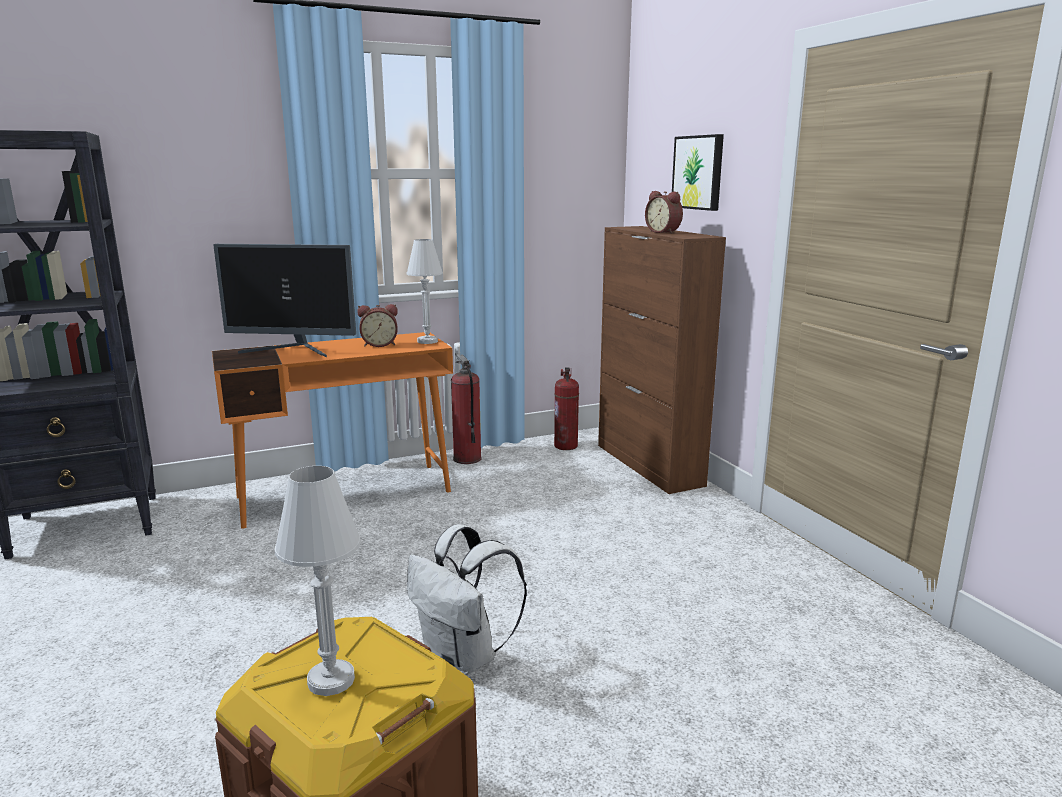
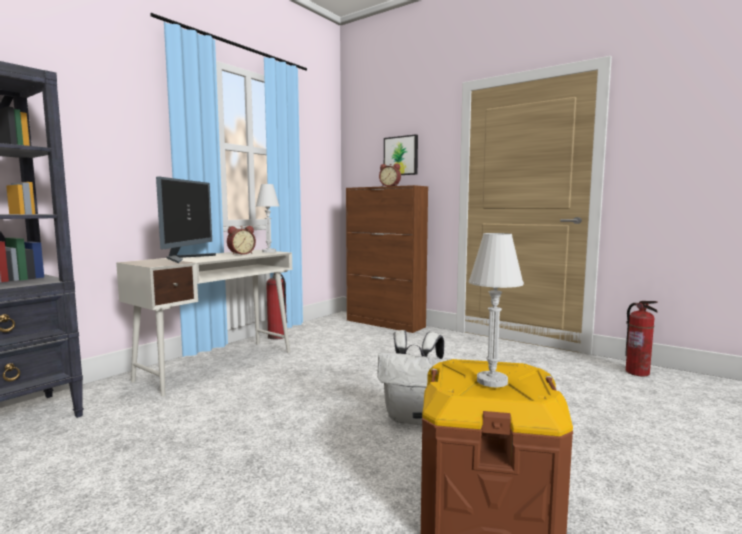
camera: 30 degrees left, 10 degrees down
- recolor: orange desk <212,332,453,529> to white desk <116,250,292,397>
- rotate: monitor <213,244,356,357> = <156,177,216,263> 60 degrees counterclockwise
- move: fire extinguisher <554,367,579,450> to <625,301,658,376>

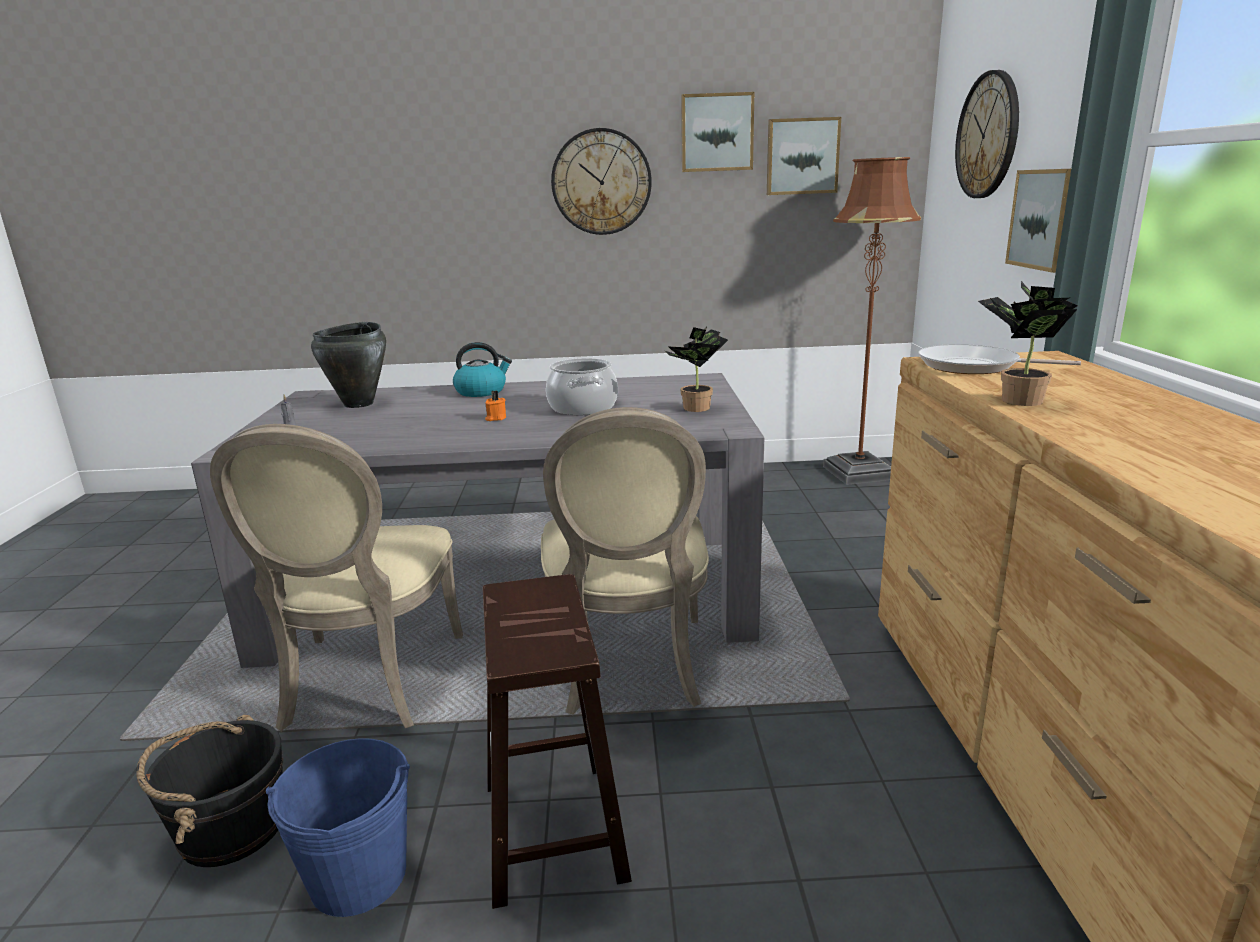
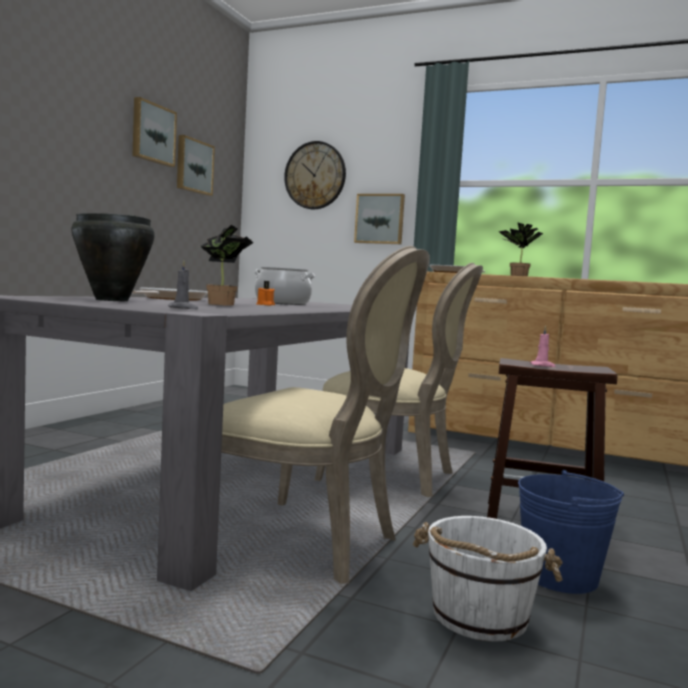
camera: 65 degrees left, 15 degrees down
- replace: kettle <453,342,512,397> to frying pan <132,288,208,300>
- move: potted plant <665,327,728,412> to <200,225,253,306>
- recolor: black bucket <136,715,283,867> to white bucket <413,516,562,642>
- insert: pink candle <530,326,556,367>
- delete: wall clock <551,128,652,235>
- delete: brown floor lamp <823,157,921,485>

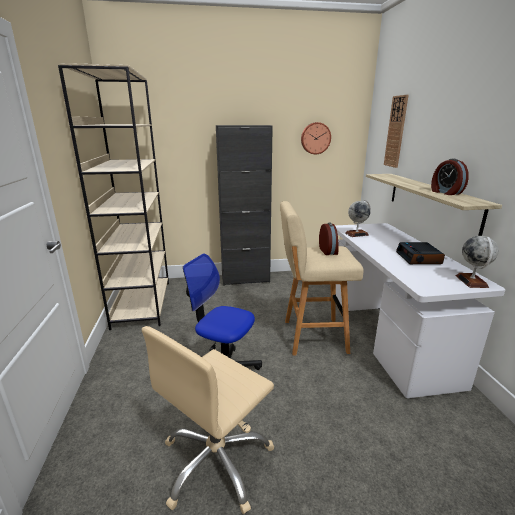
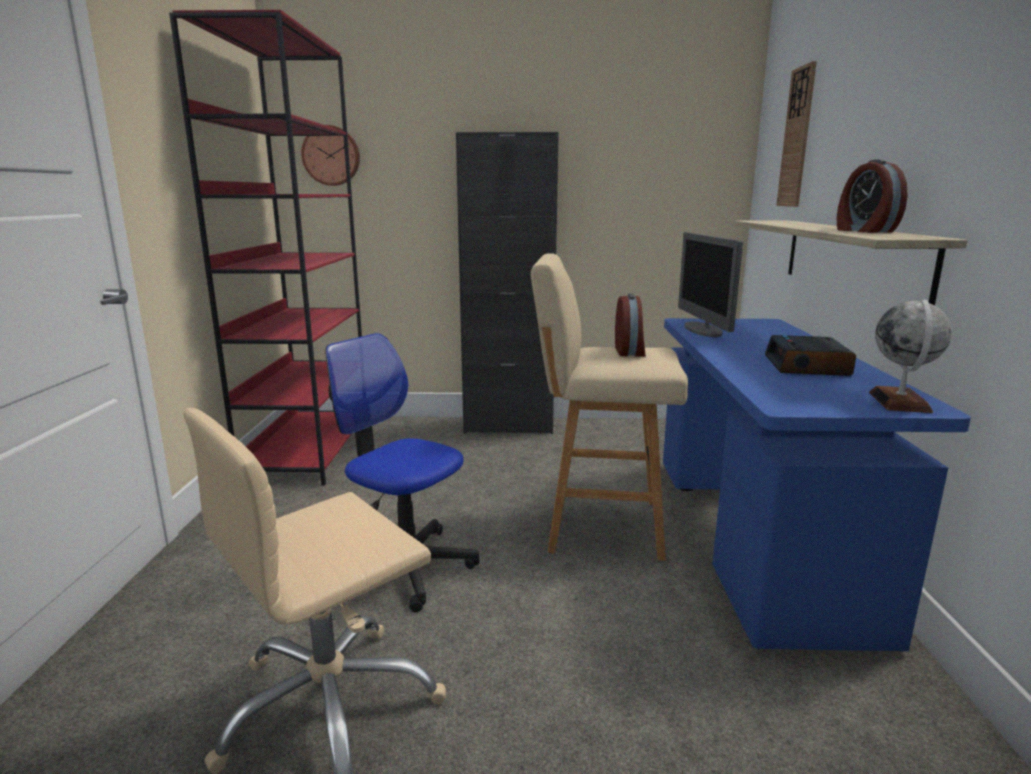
camera: 10 degrees right, 5 degrees down
- recolor: beige bookcase <58,63,169,330> to red bookcase <169,10,362,486>
- move: wall clock <301,122,331,154> to <301,125,360,186>
- recolor: white desk <335,223,506,398> to blue desk <663,318,971,651>
- replace: globe <345,200,371,237> to monitor <678,232,743,337>

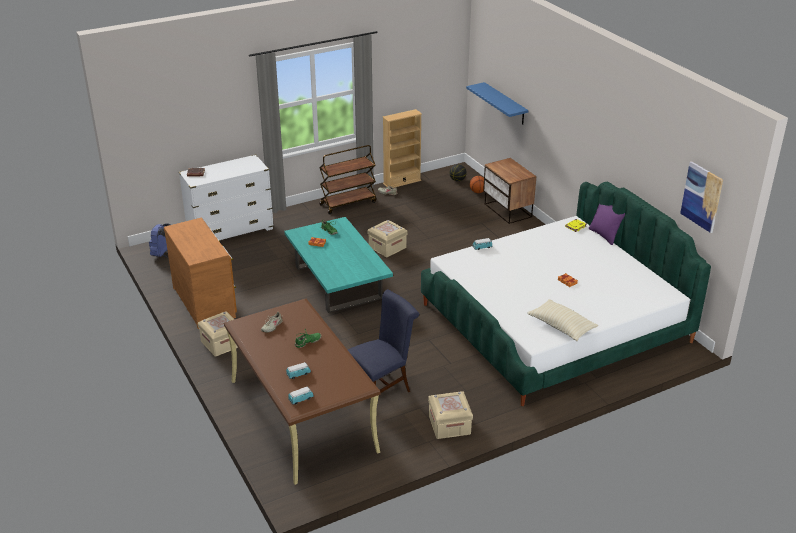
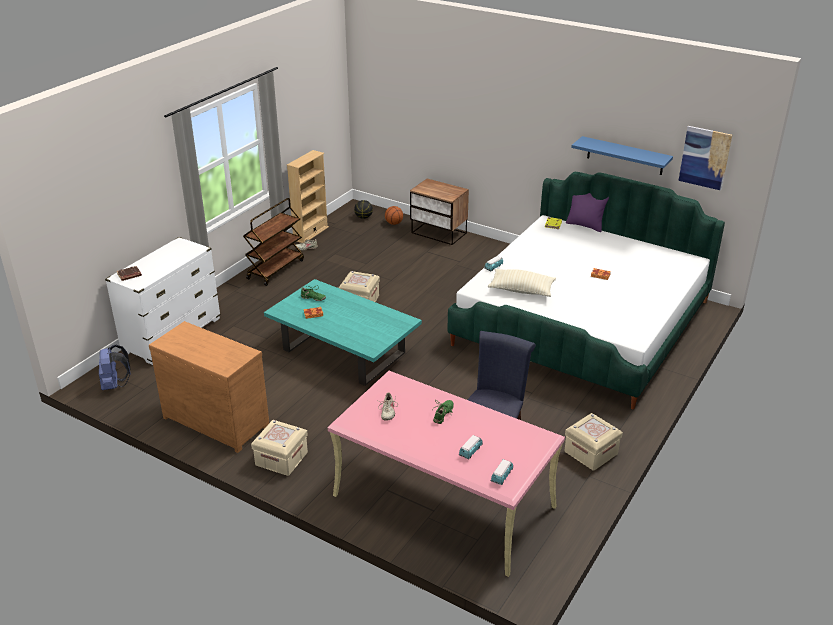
camera: 30 degrees left, 0 degrees up
- recolor: brown desk <224,299,380,485> to pink desk <328,371,565,577>
- move: beige pillow <527,299,598,341> to <488,269,556,297>
- move: blue shelf <466,82,528,125> to <571,136,673,175>

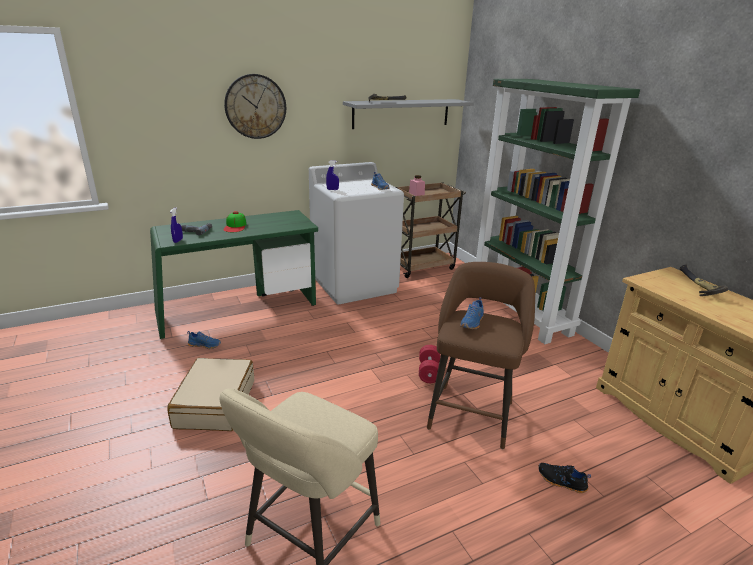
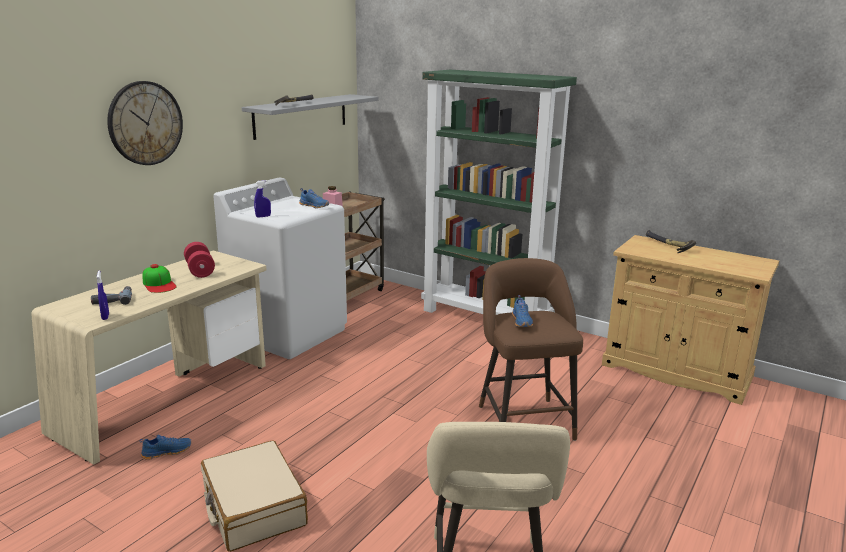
camera: 30 degrees left, 5 degrees down
- recolor: green desk <150,210,318,339> to beige desk <31,250,267,465>
- move: red dumbbell <419,345,440,383> to <184,242,215,278>
- delete: black shoe <538,463,591,493>

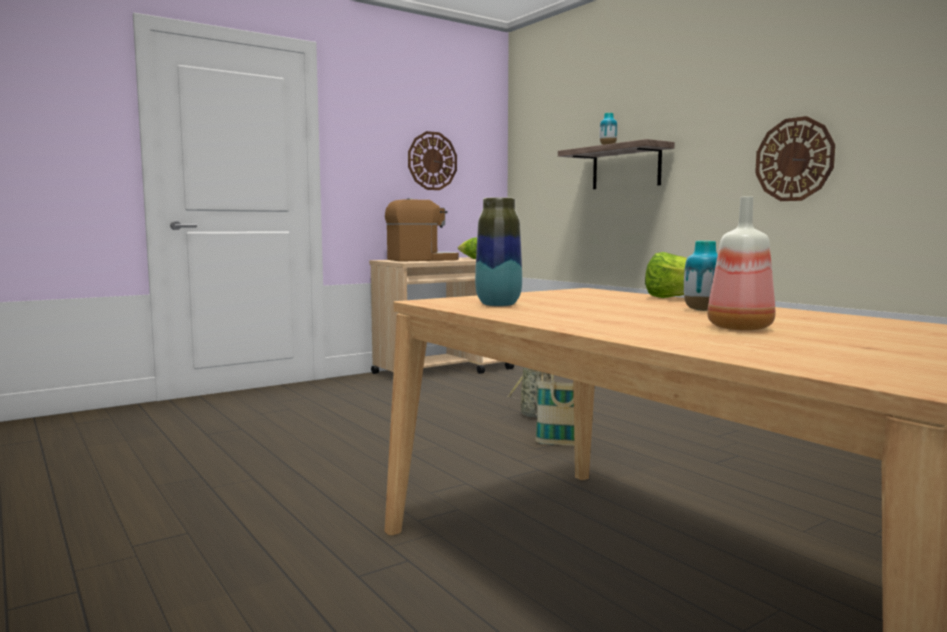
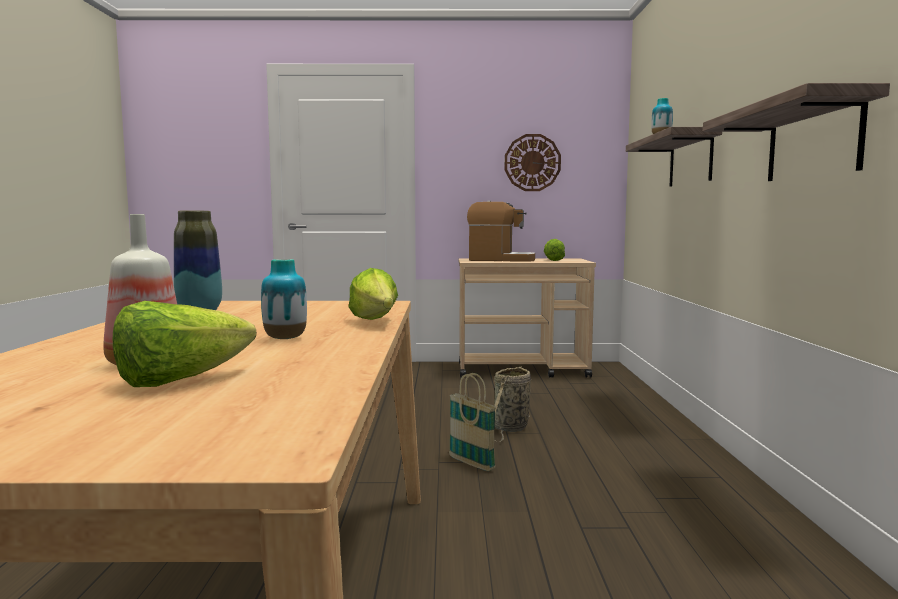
camera: 35 degrees right, 0 degrees up
- insert: lettuce <113,301,256,387>
- replace: wall clock <755,116,835,201> to shelf <703,83,890,181>

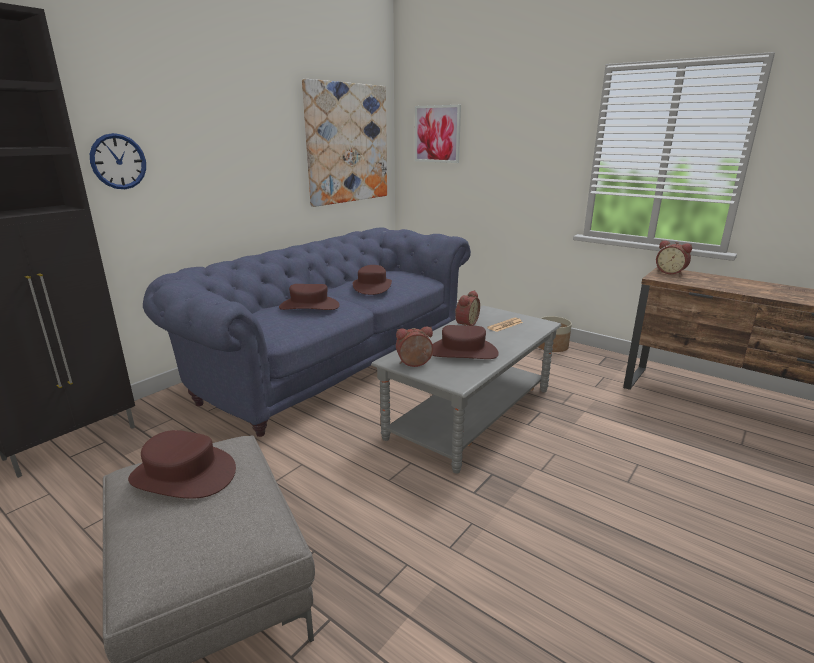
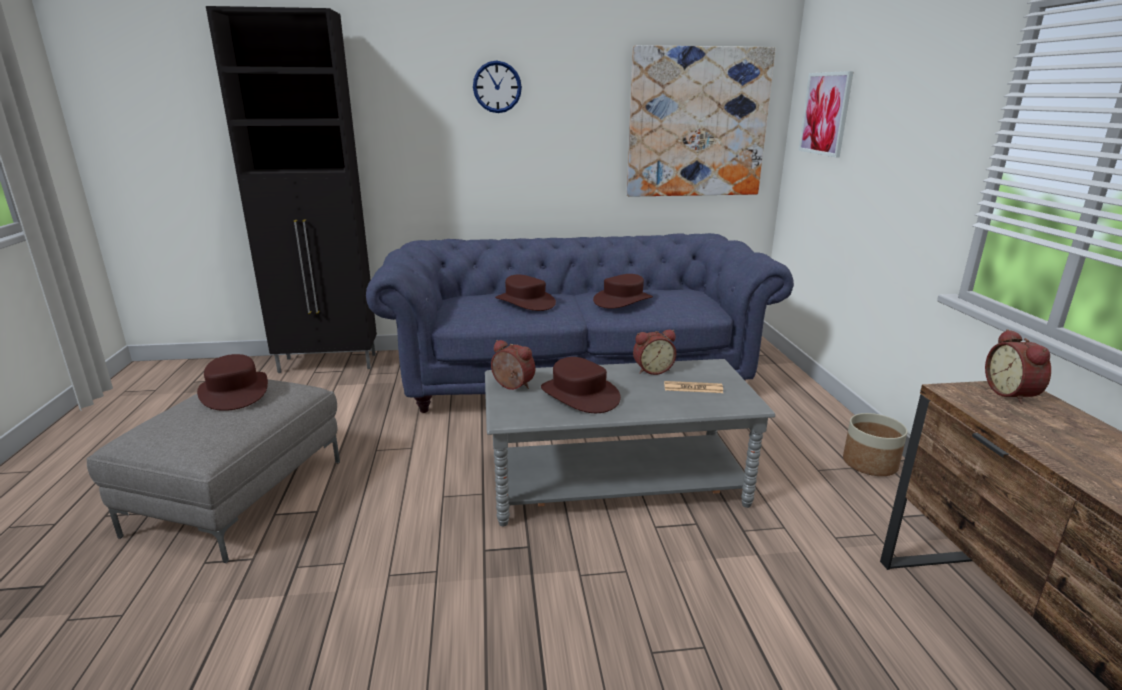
camera: 45 degrees right, 0 degrees up
- move: wall clock <90,133,146,189> to <473,60,522,113>

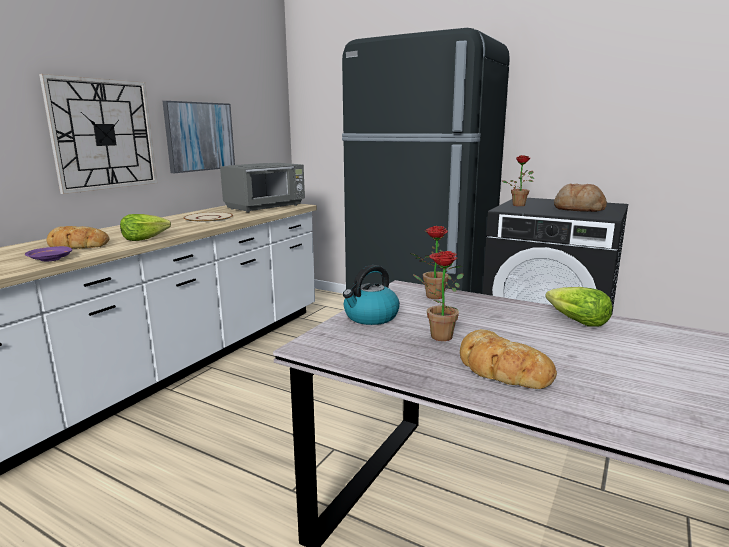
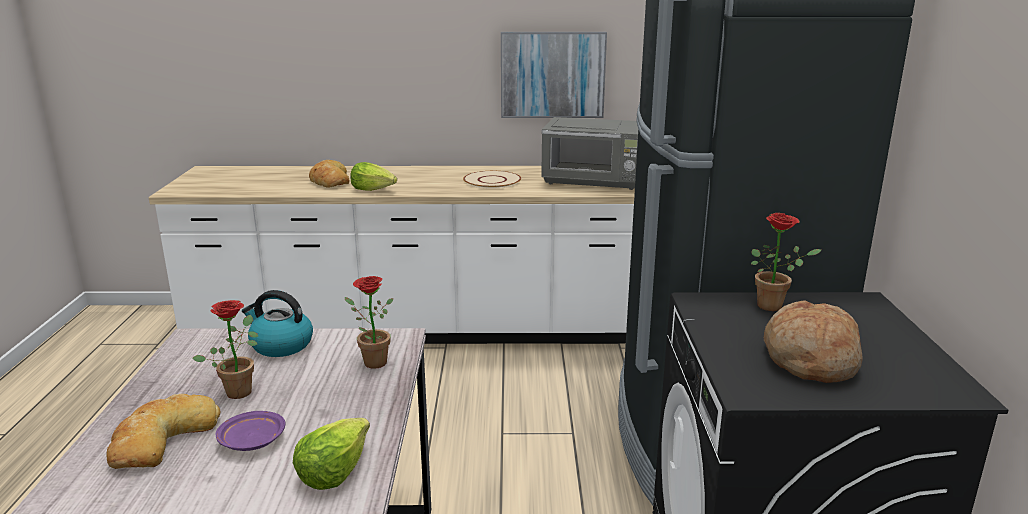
camera: 60 degrees right, 5 degrees up
- move: purple plate <25,246,72,261> to <215,411,285,451>
- delete: wall clock <39,74,158,194>

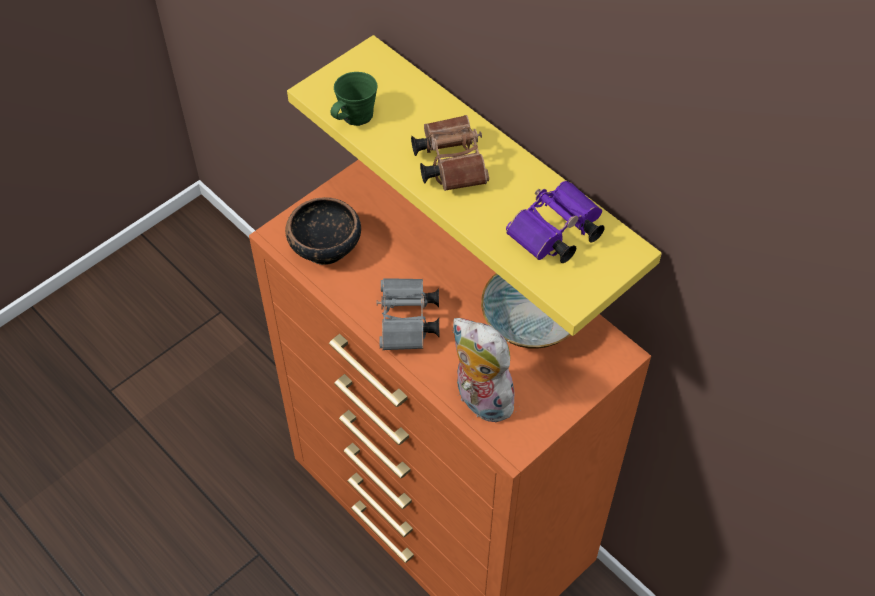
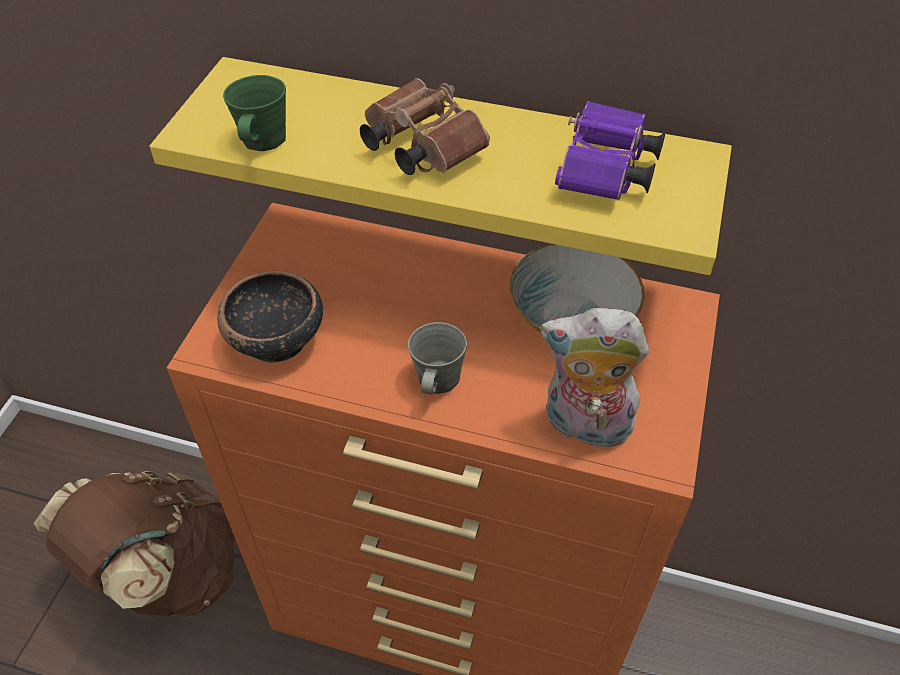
camera: 30 degrees left, 5 degrees down
- insert: brown backpack <33,471,235,616>
- replace: grey binoculars <377,278,439,351> to grey mug <408,322,467,394>

